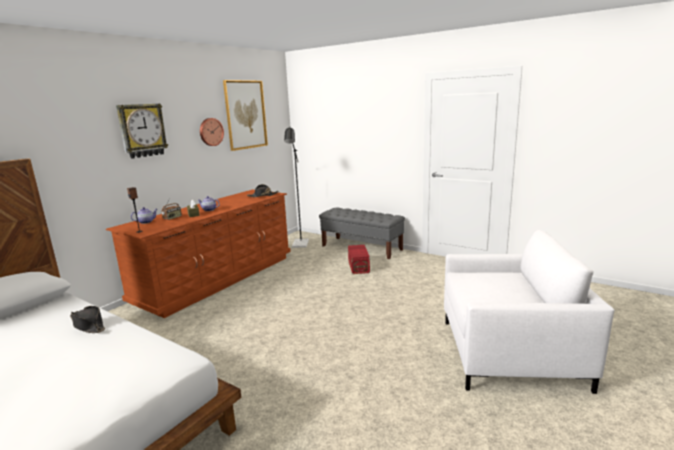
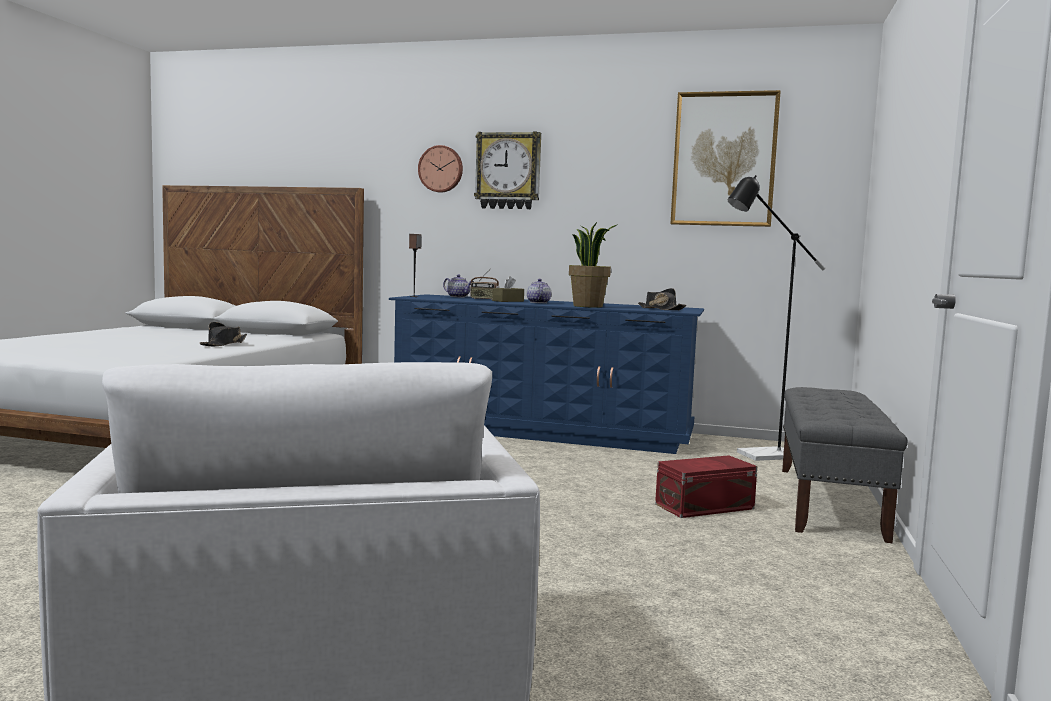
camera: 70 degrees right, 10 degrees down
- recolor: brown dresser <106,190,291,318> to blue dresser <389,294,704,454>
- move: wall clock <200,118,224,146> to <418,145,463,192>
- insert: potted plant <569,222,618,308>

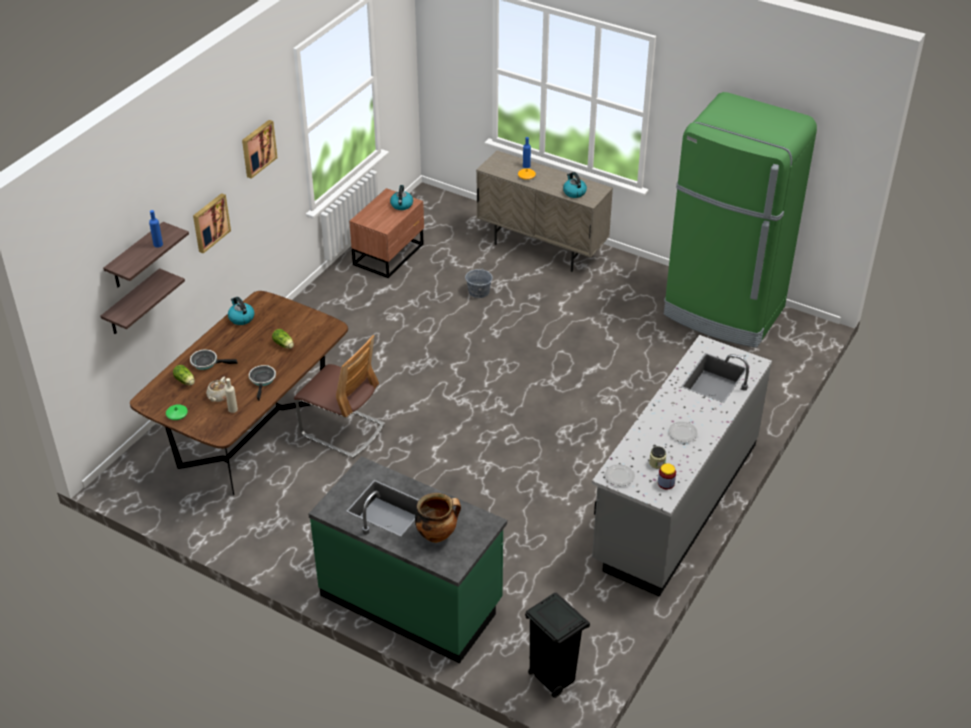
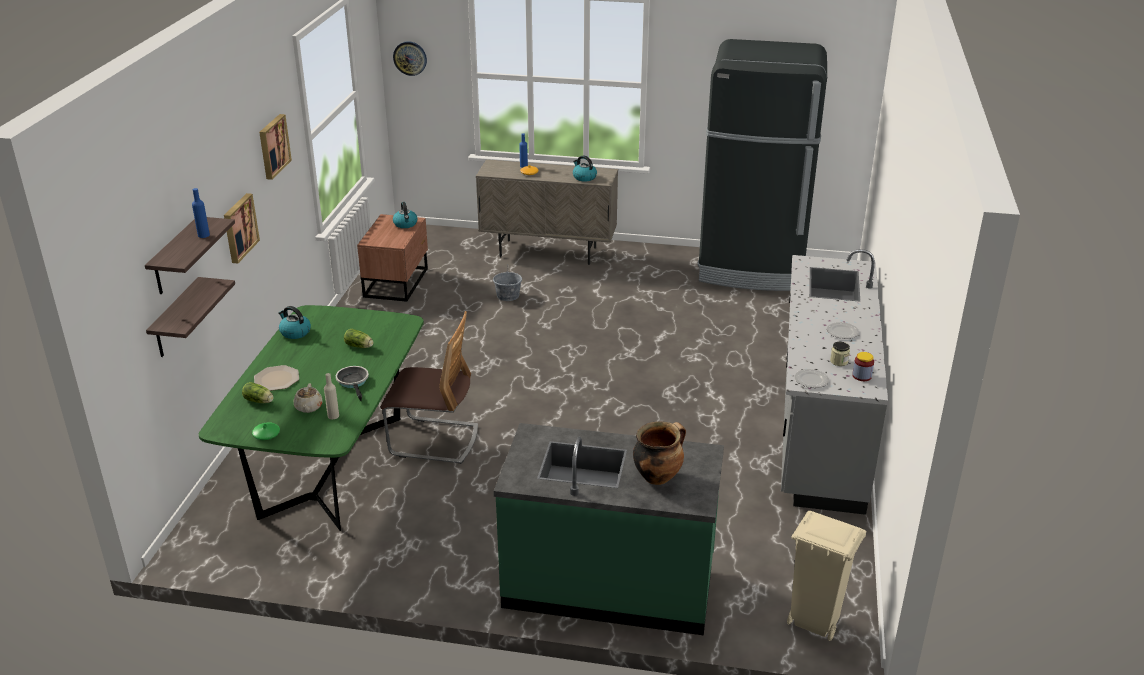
camera: 20 degrees left, 10 degrees down
- recolor: brown dining table <130,291,348,495> to green dining table <199,305,424,531>
- replace: frying pan <190,349,238,370> to plate <254,365,299,391>
- insert: wall clock <393,41,427,76>
- recolor: green fridge <664,92,817,348> to black fridge <698,39,827,291>
- recolor: black trash can <525,593,590,698> to beige trash can <787,510,866,641>

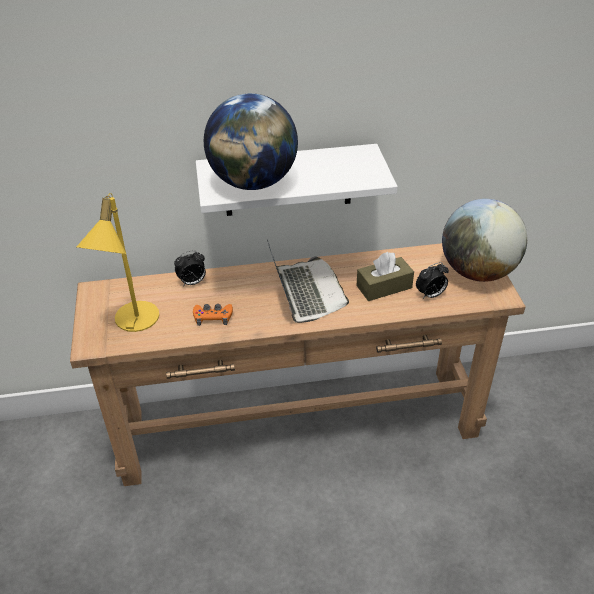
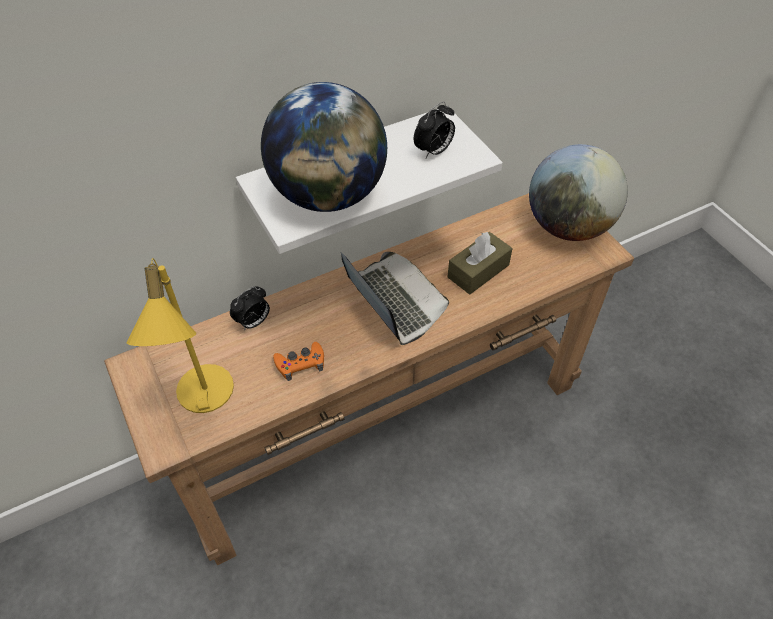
camera: 20 degrees left, 10 degrees up
- move: alarm clock <416,262,449,299> to <414,102,455,158>

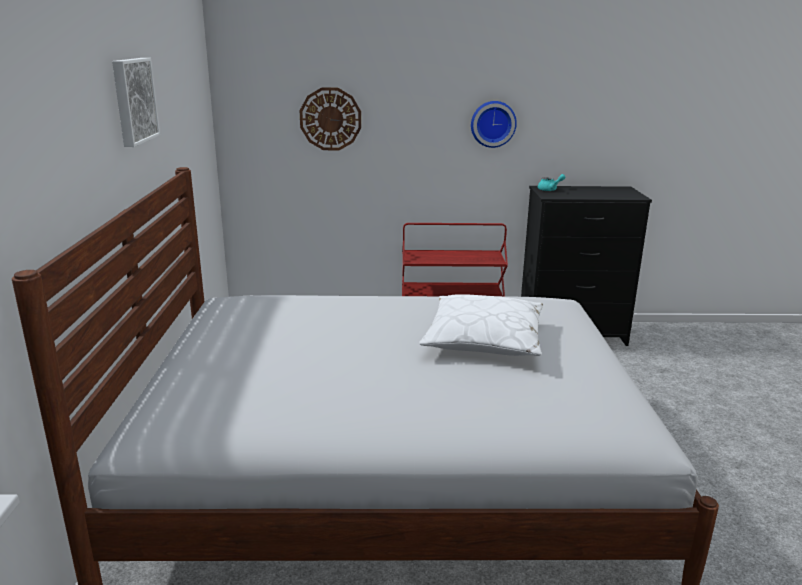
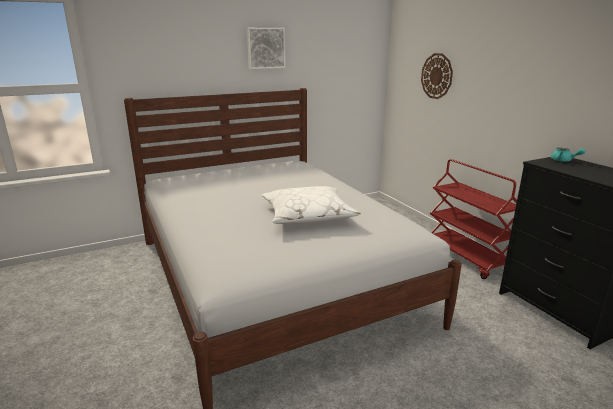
camera: 65 degrees right, 0 degrees up
- delete: wall clock <471,101,517,148>

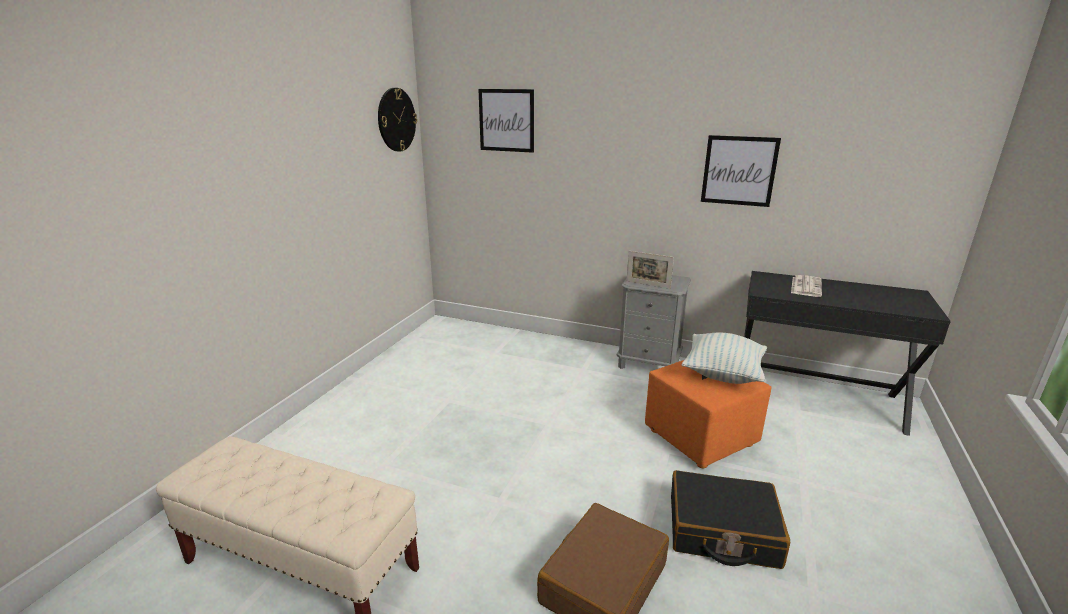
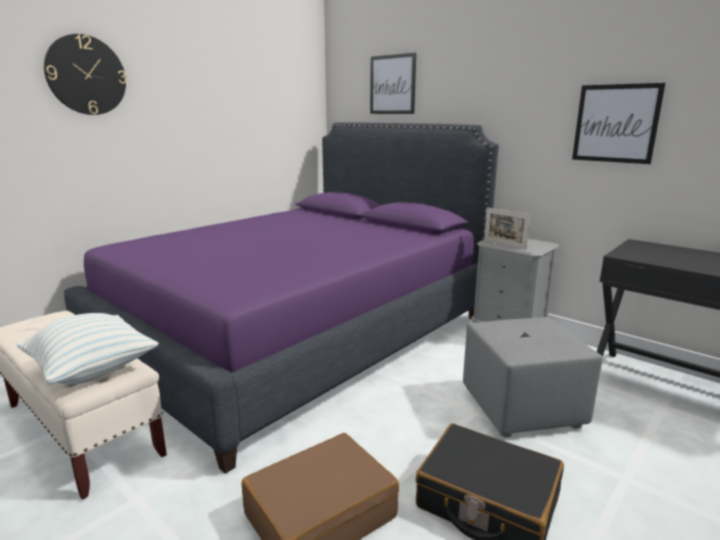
camera: 20 degrees right, 5 degrees down
- move: pillow <682,333,767,384> to <17,313,159,385>
- move: wall clock <378,88,417,152> to <44,34,127,115>
- insert: purple bed <64,122,499,474>
- recolor: orange ottoman <645,360,772,468> to grey ottoman <463,317,603,437>
- delete: newspaper <791,275,822,297>

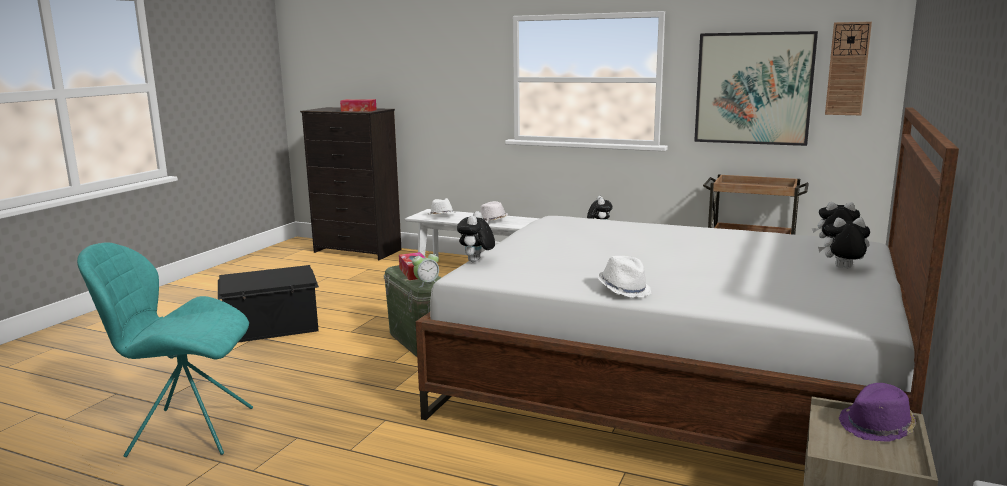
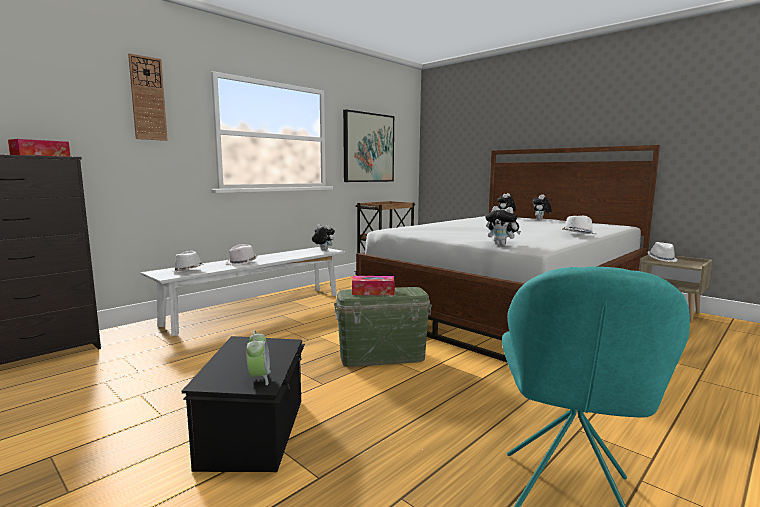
camera: 70 degrees left, 5 degrees down
- move: wall clock <825,22,872,115> to <128,53,168,141>
- move: alarm clock <412,250,439,288> to <246,331,271,385>
- recolor: purple hat <839,383,916,442> to white hat <647,242,677,262>

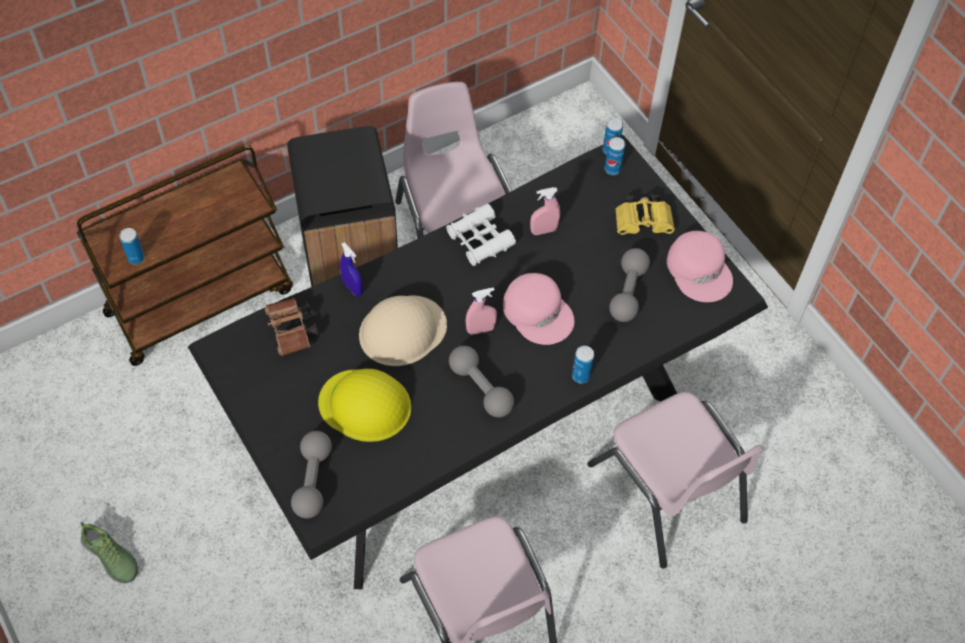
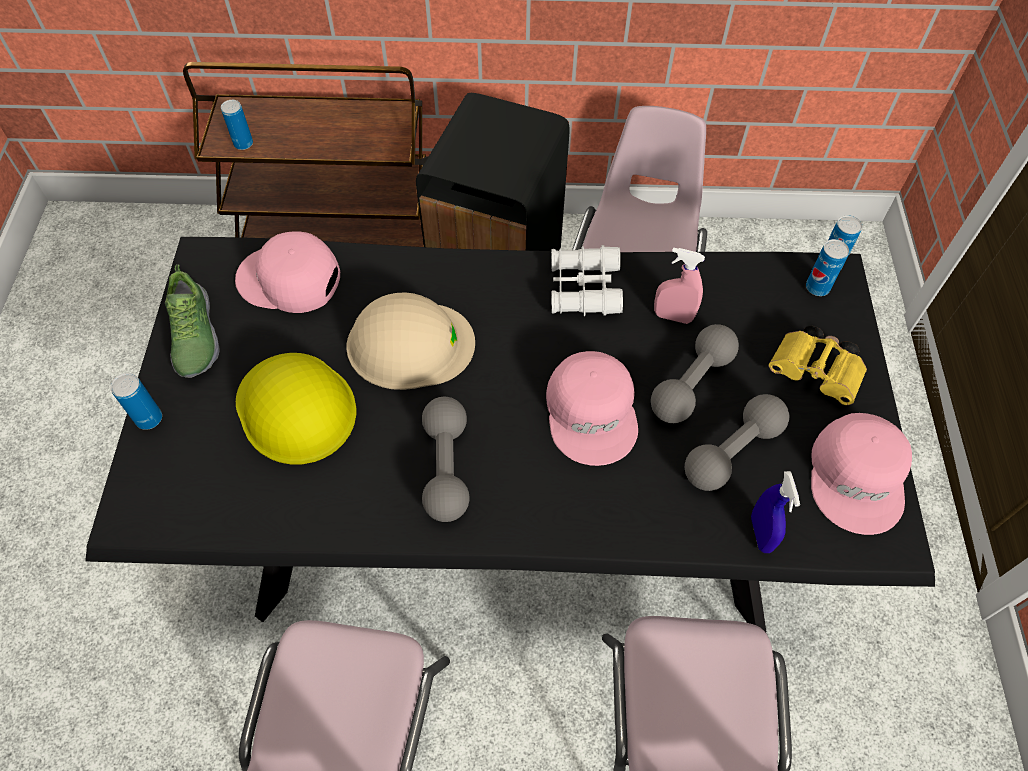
camera: 35 degrees right, 0 degrees up
- move: can <572,346,594,383> to <110,373,162,430>
- move: shoe <80,522,138,583> to <165,264,220,378>
- replace: brown binoculars <264,298,319,356> to pink cap <235,231,340,313>
- move: grey dumbbell <291,431,332,518> to <651,324,739,423>
- move: blue spray bottle <340,242,363,296> to <751,471,800,553>
- delete: pink spray bottle <465,287,497,335>

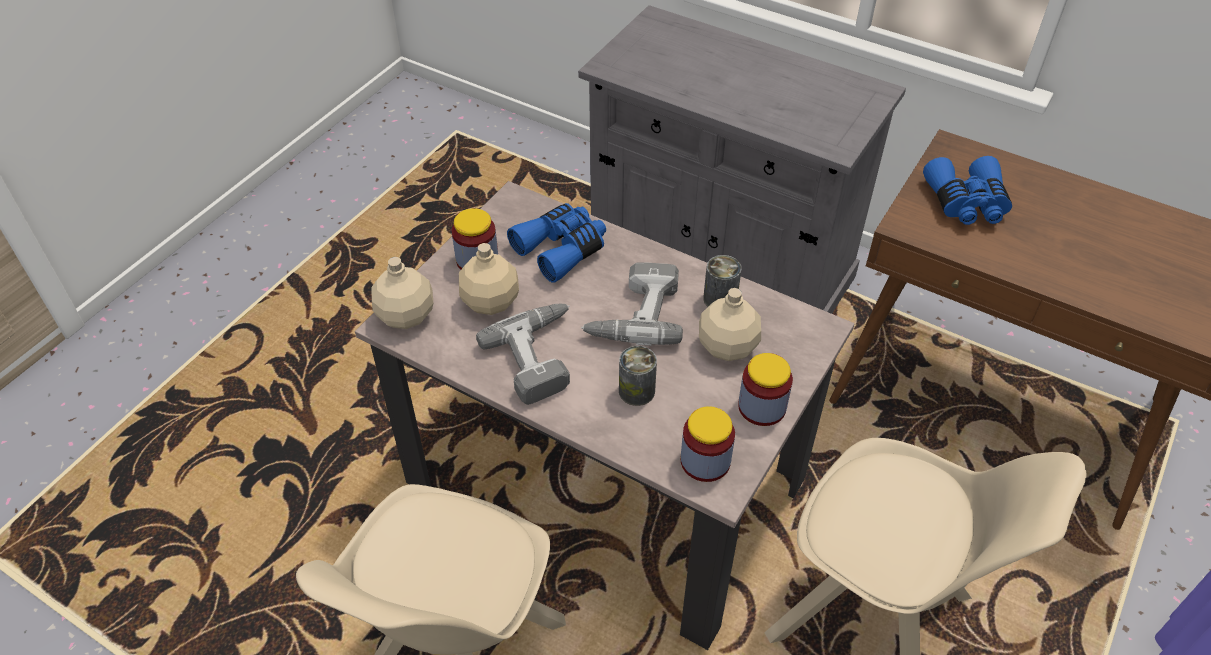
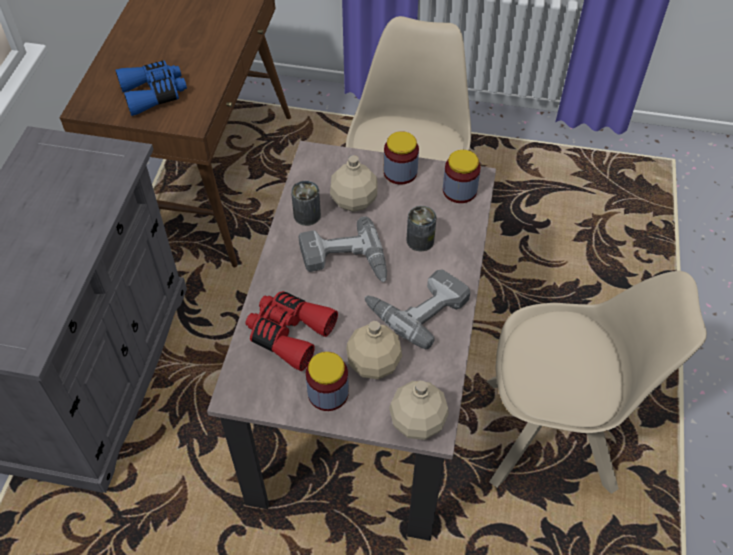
camera: 110 degrees left, 5 degrees up
- recolor: blue binoculars <507,203,606,283> to red binoculars <245,291,338,371>

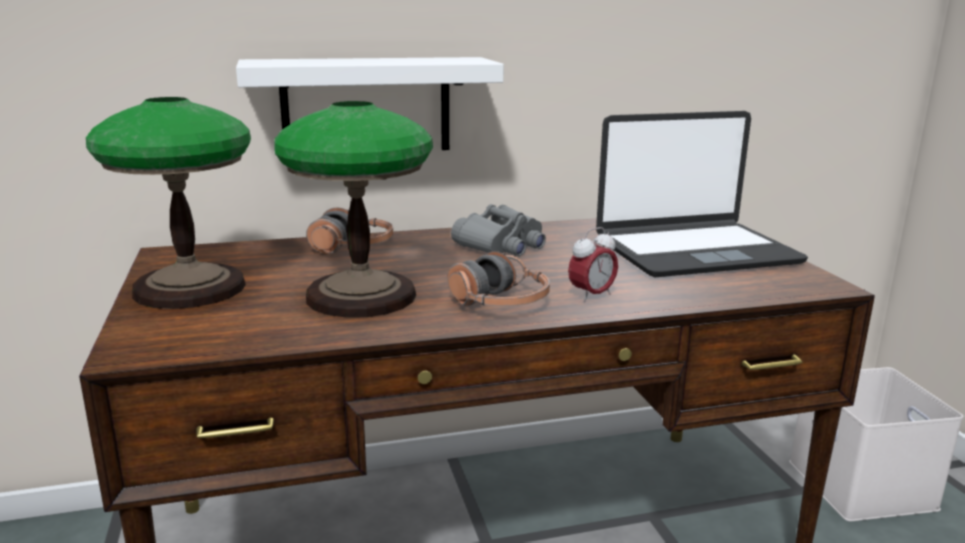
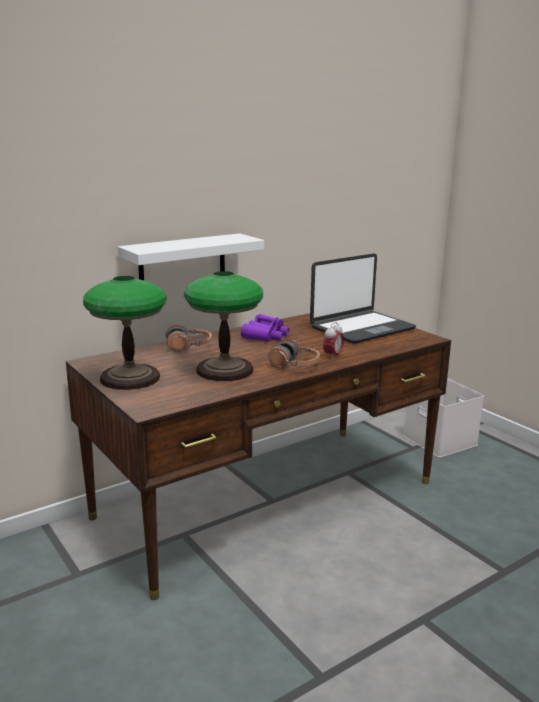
camera: 20 degrees left, 0 degrees up
- recolor: grey binoculars <451,204,546,256> to purple binoculars <241,314,289,342>

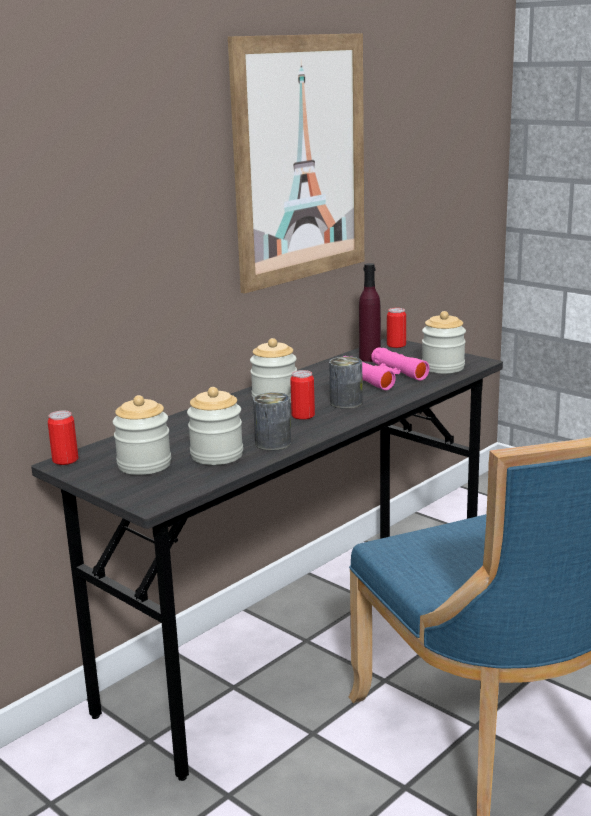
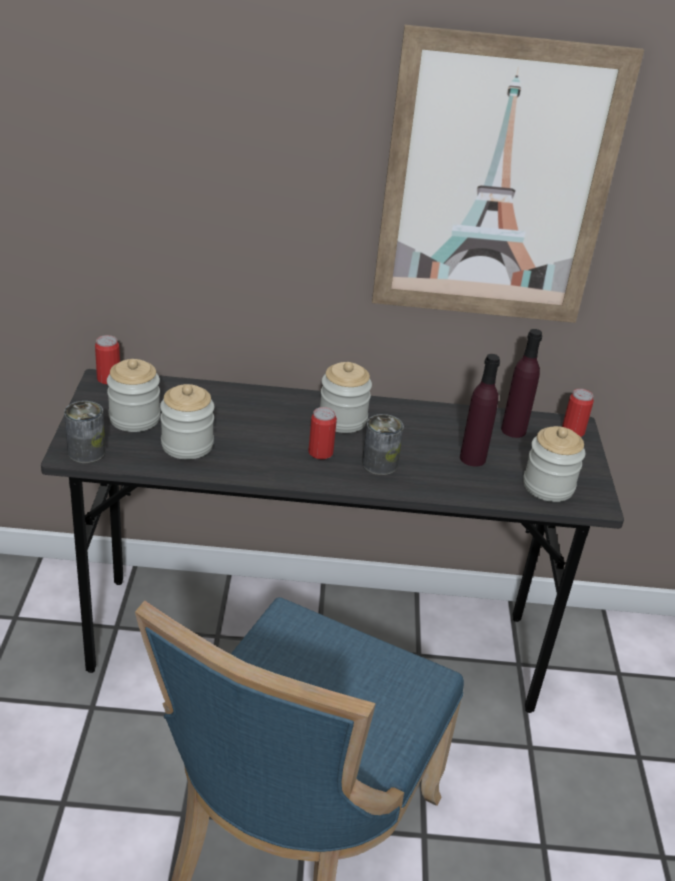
camera: 45 degrees right, 15 degrees up
- move: can <253,392,291,450> to <64,401,106,463>
- replace: pink binoculars <343,347,429,390> to purple bottle <460,354,500,467>

